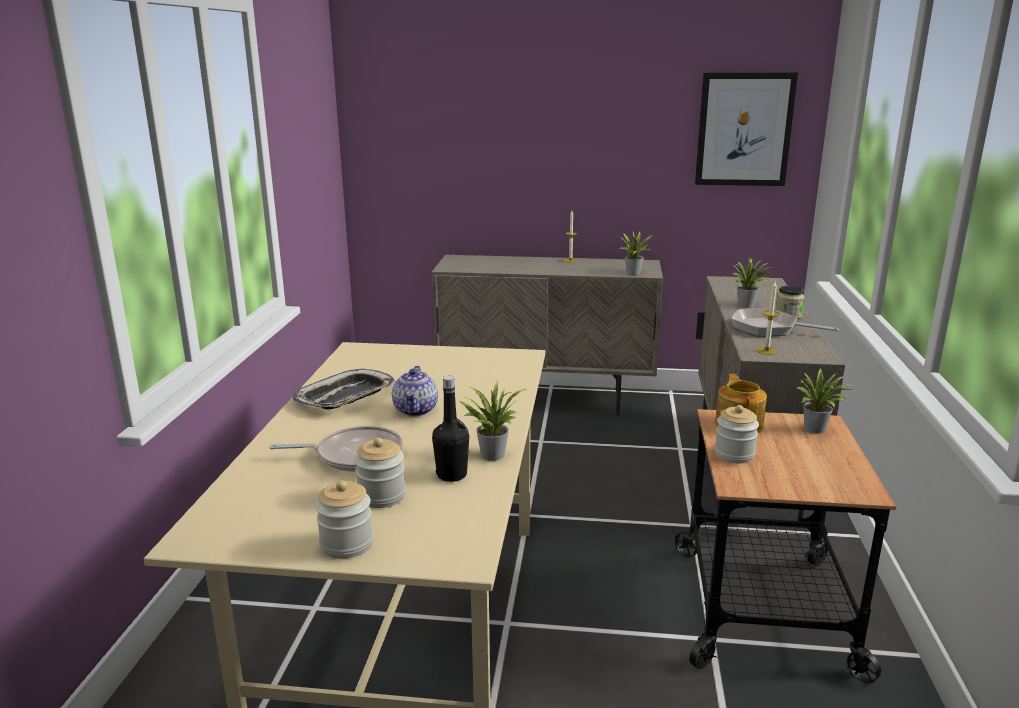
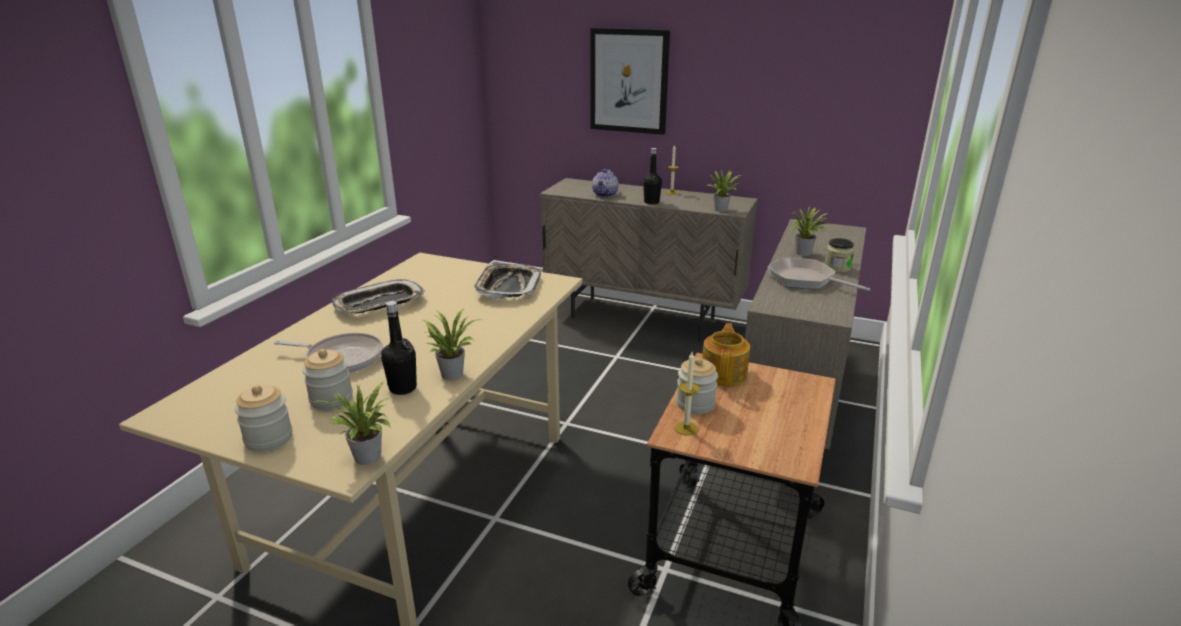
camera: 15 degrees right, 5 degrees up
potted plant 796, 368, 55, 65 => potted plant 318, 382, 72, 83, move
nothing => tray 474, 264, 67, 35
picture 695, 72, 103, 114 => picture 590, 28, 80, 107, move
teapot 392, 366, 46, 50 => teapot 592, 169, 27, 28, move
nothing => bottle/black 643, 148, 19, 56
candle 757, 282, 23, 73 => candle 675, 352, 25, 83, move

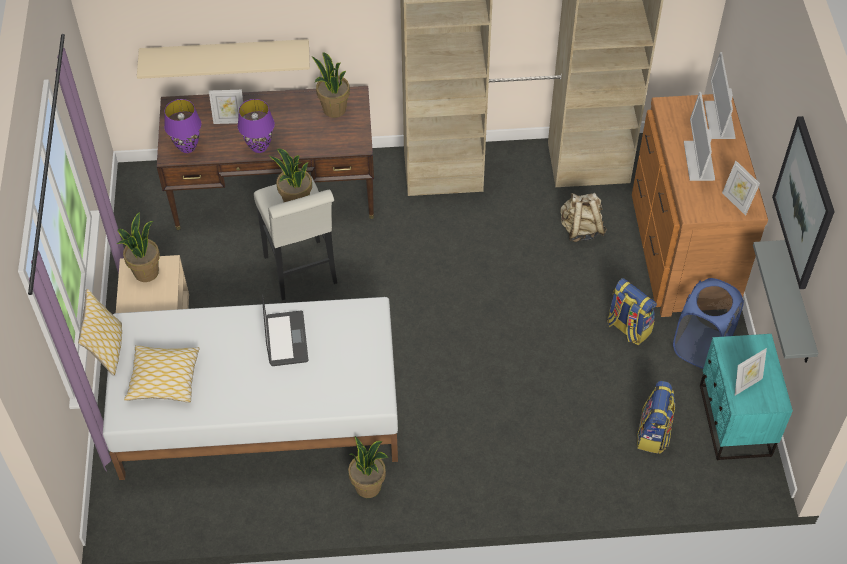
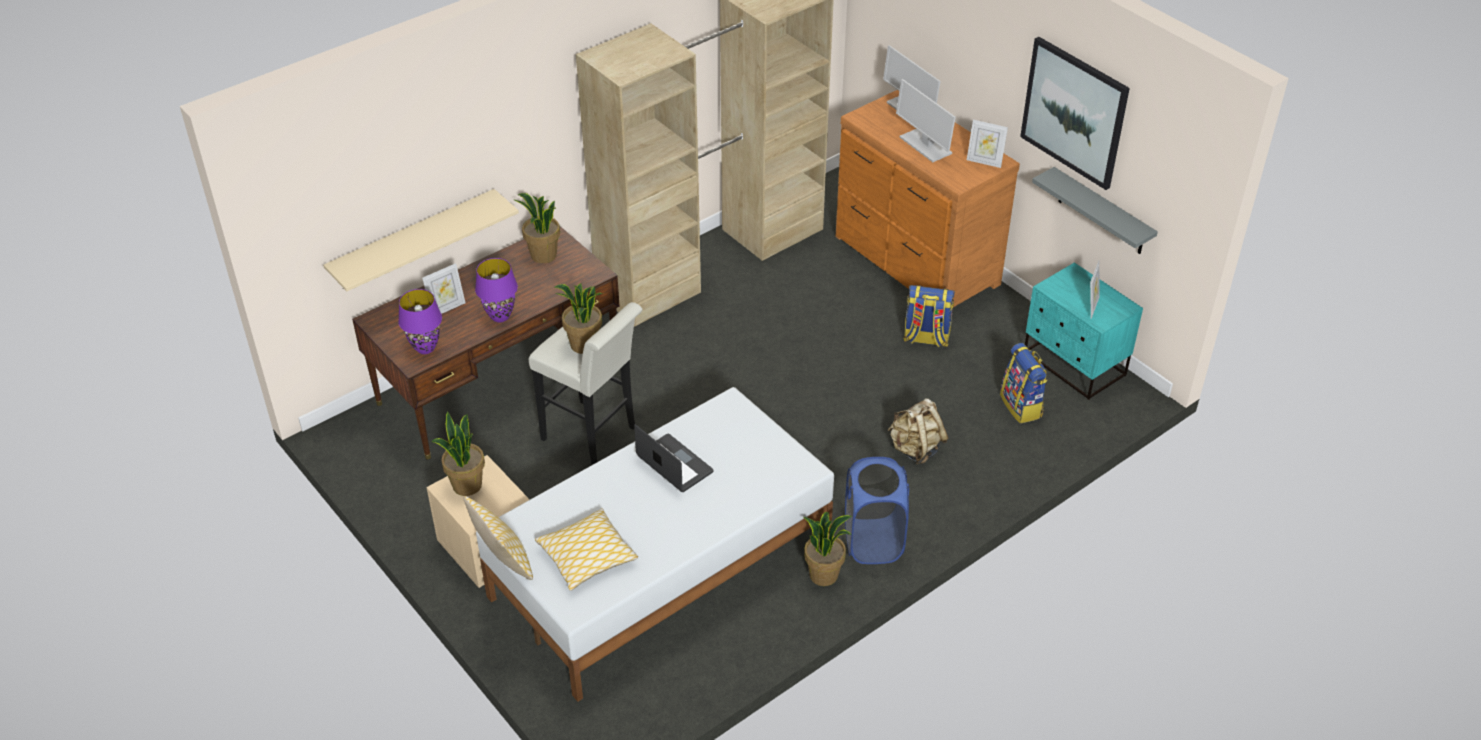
camera: 35 degrees left, 10 degrees down
laundry basket/blue 673, 278, 71, 91 => laundry basket/blue 845, 457, 64, 107, move
backpack/beige 560, 193, 47, 49 => backpack/beige 888, 398, 60, 67, move

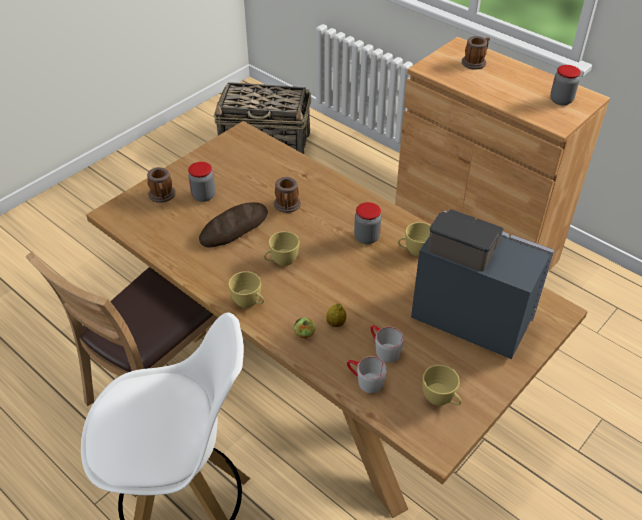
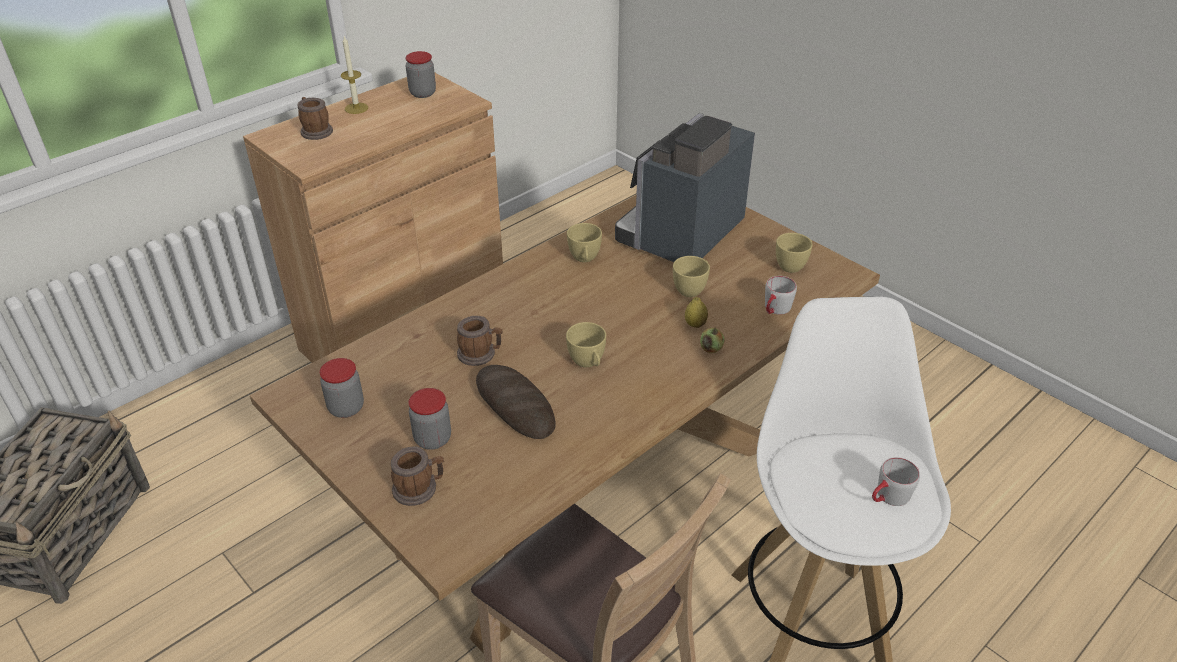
camera: 85 degrees left, 5 degrees down
jar 354, 202, 27, 42 => jar 320, 358, 44, 60, move
nothing => candle 341, 36, 27, 78
cup/yellow 228, 271, 36, 37 => cup/yellow 673, 256, 37, 41, move
mug/grey 370, 325, 34, 38 => mug/grey 872, 457, 48, 49, move

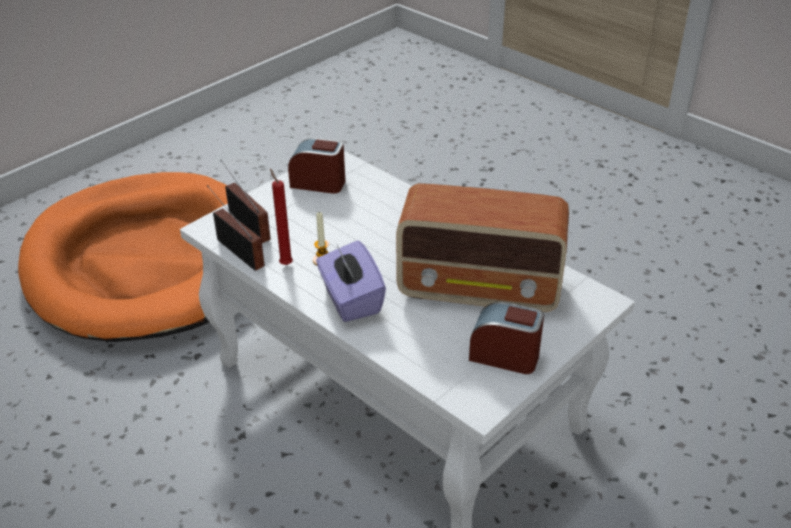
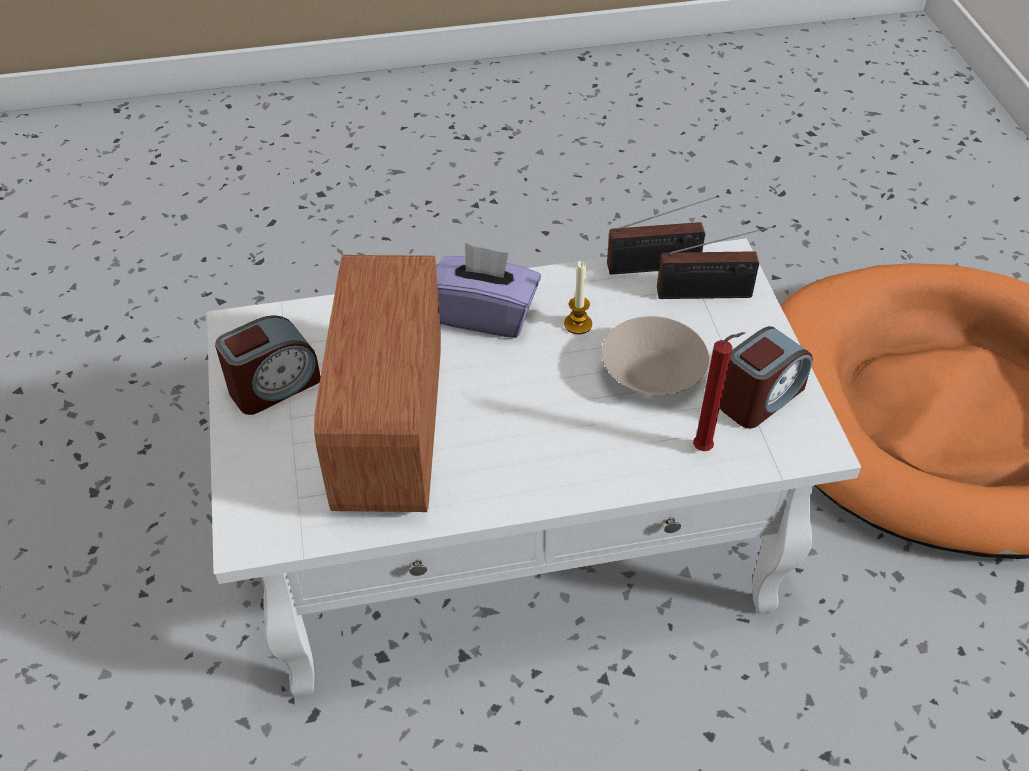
camera: 125 degrees right, 10 degrees up
radio 396, 183, 173, 129 => radio 314, 255, 127, 257, 45 degrees counterclockwise
nothing => bowl/beige 602, 316, 107, 79
candle/red 270, 169, 23, 96 => candle/red 693, 332, 52, 119, move

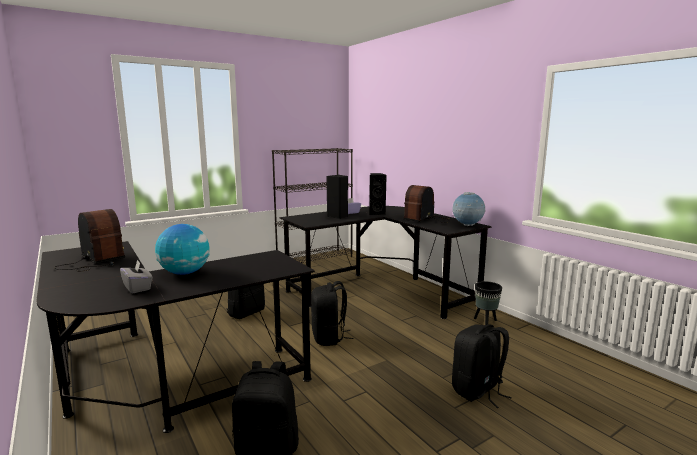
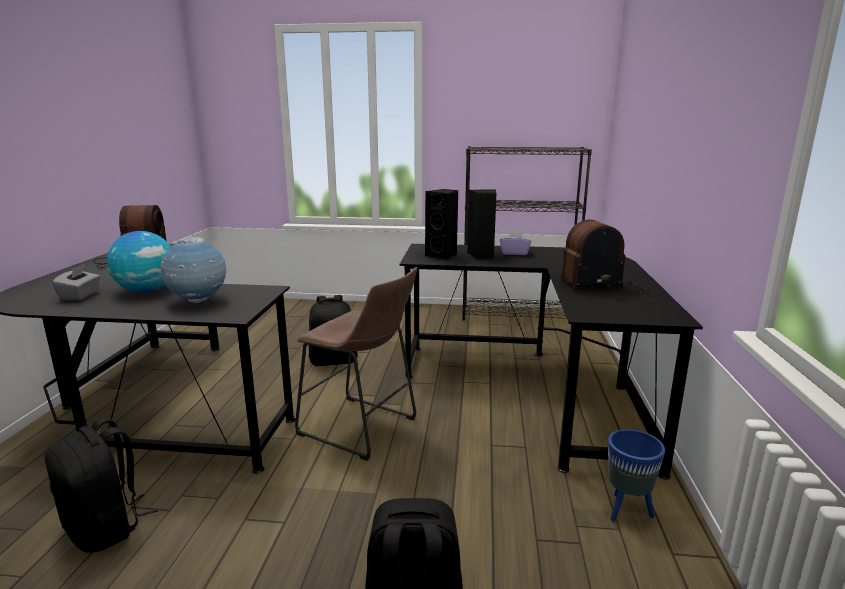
camera: 40 degrees right, 5 degrees up
globe 452, 192, 34, 34 => globe 161, 237, 65, 66, move
backpack/black 311, 281, 43, 65 => stool/brown 295, 267, 122, 194
speaker/black 369, 173, 18, 42 => speaker/black 425, 189, 33, 71, move
planter/black 474, 281, 28, 44 => planter/blue 608, 429, 57, 92

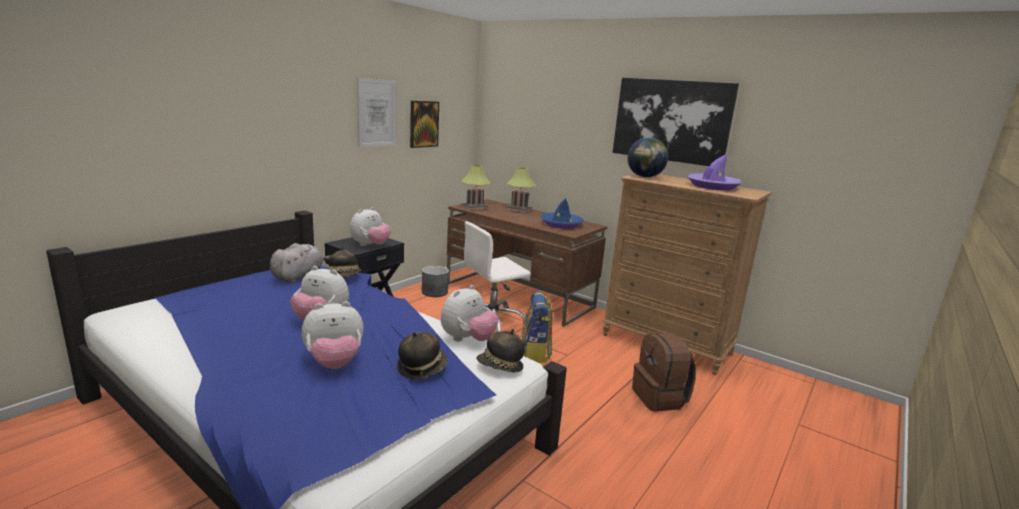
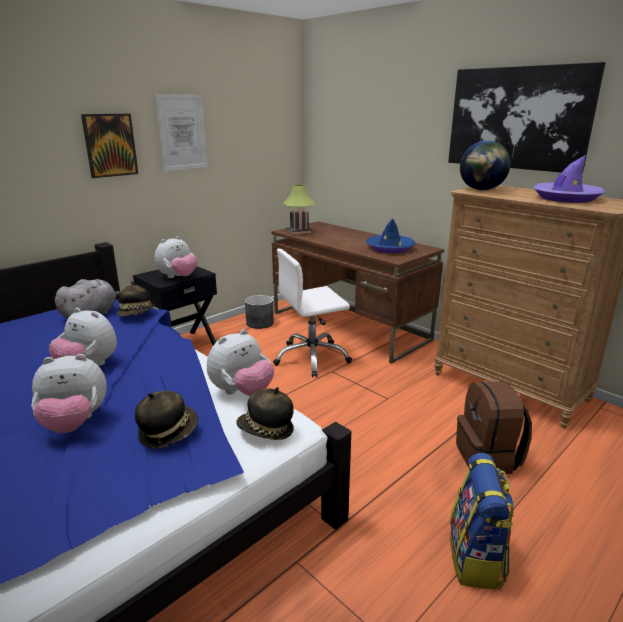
camera: 10 degrees right, 5 degrees up
picture 410, 101, 29, 47 => picture 81, 114, 57, 64, move
backpack 521, 291, 32, 72 => backpack 450, 453, 63, 137, move
table lamp 506, 167, 30, 46 => nothing

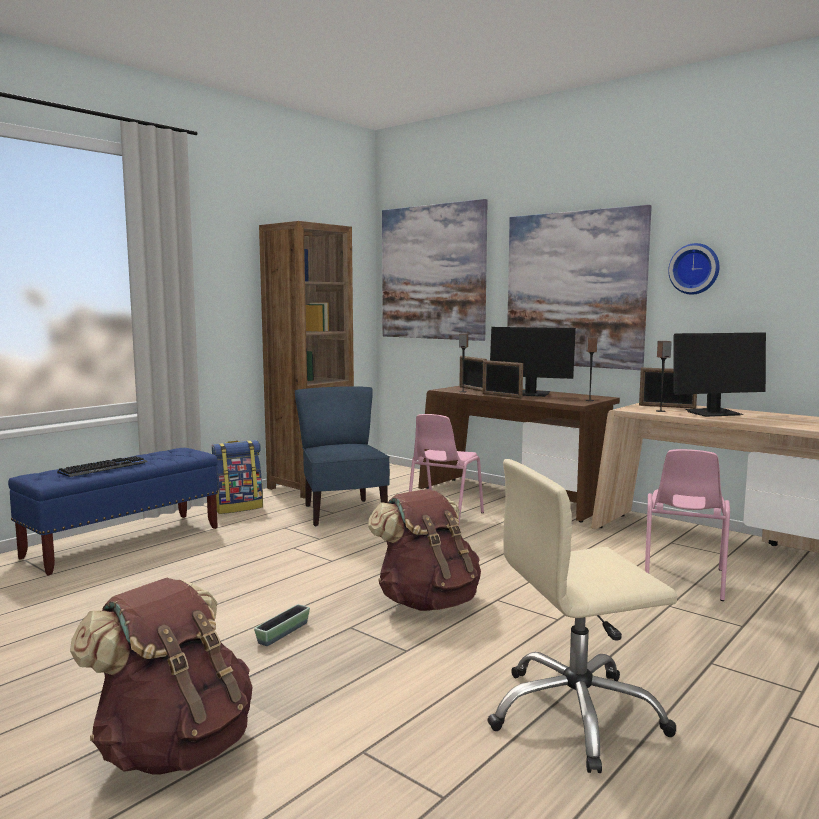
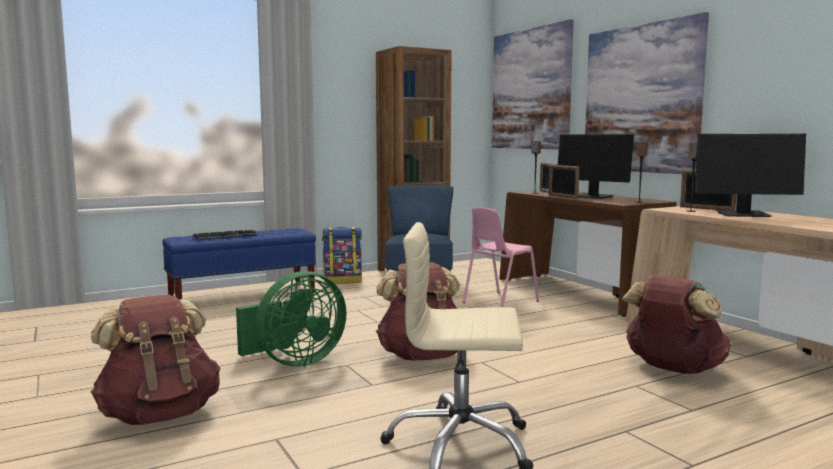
camera: 20 degrees right, 0 degrees up
planter 254, 604, 56, 42 => fan/green 236, 271, 111, 96
chair/pink 645, 449, 85, 152 => backpack/brown 622, 275, 109, 99
wall clock 668, 243, 52, 52 => nothing

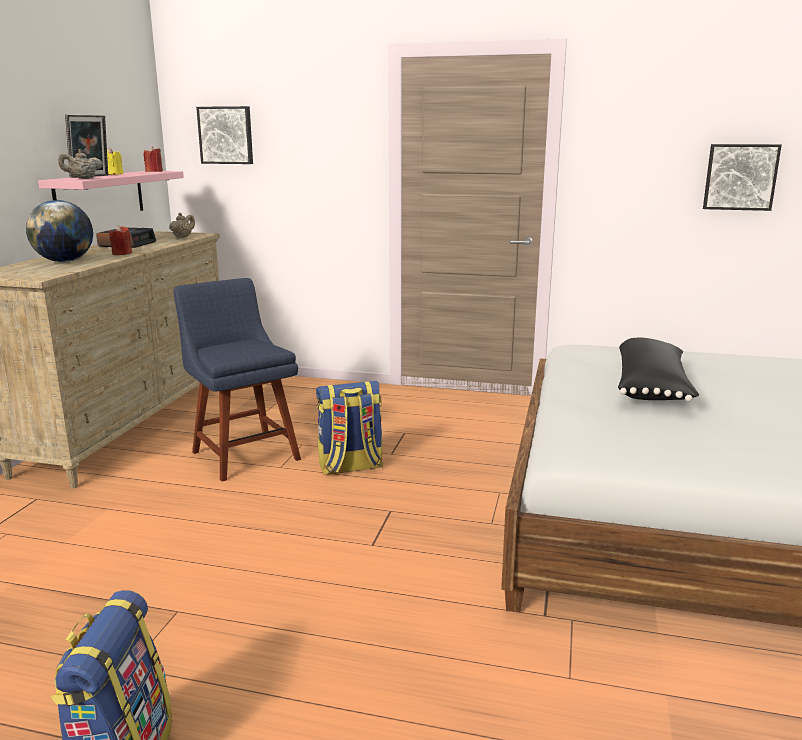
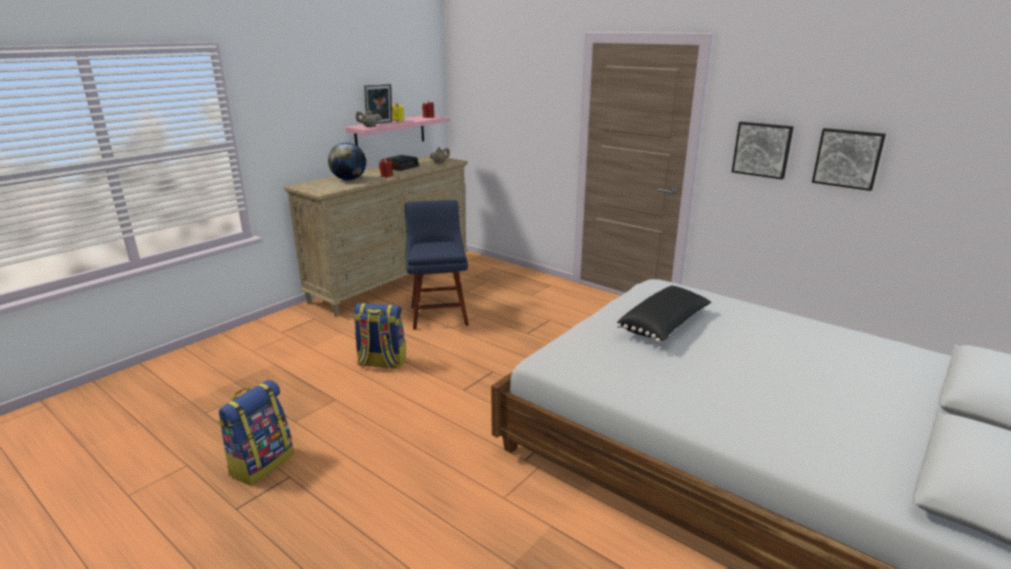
camera: 25 degrees right, 5 degrees up
backpack 316, 381, 67, 94 => backpack 353, 303, 53, 66, move
picture 196, 106, 57, 58 => picture 732, 122, 62, 57, move

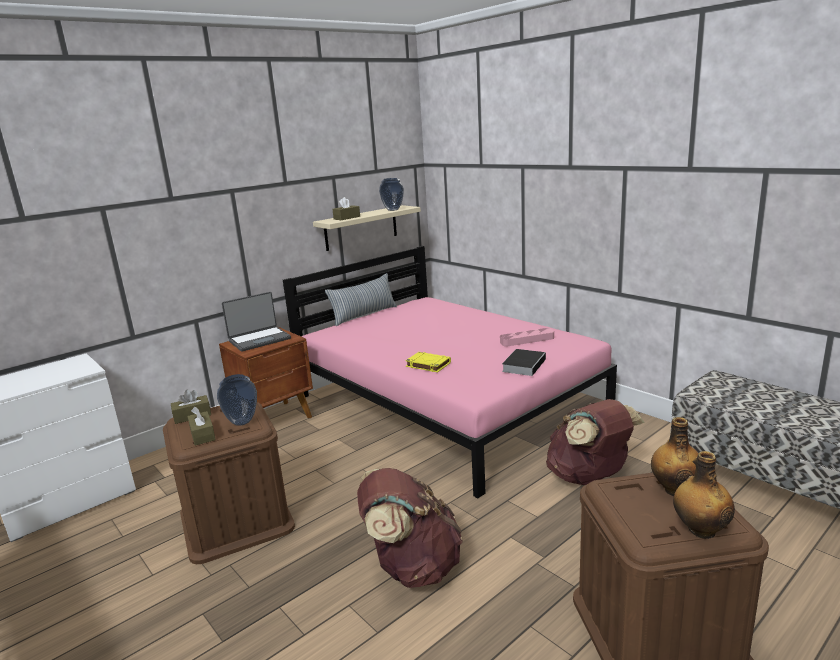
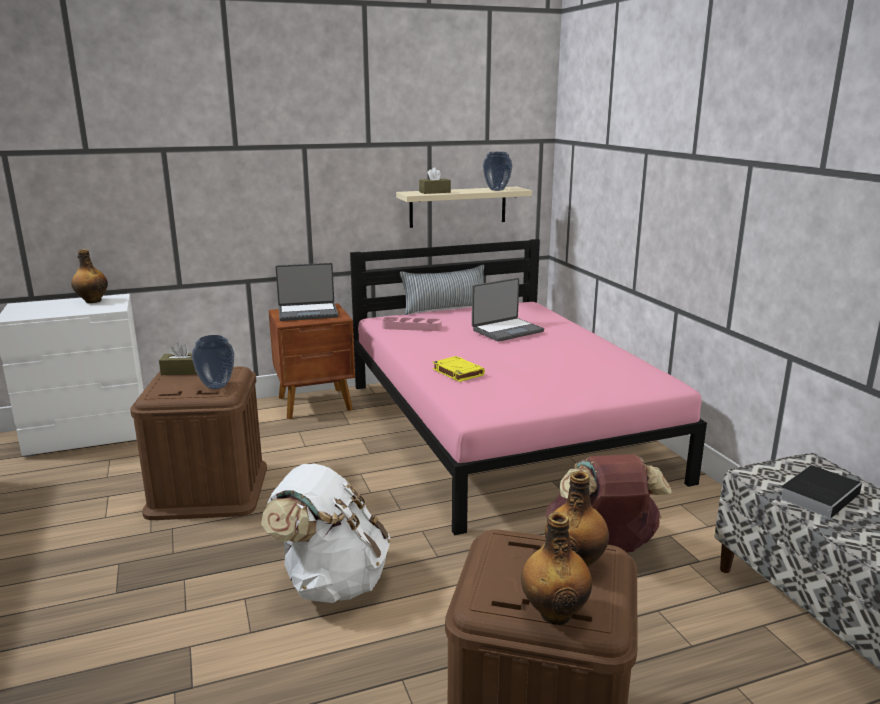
camera: 20 degrees right, 0 degrees up
nothing => bottle 71, 249, 37, 54
backpack/brown 357, 468, 106, 120 => backpack/white 261, 464, 129, 139
tray/pink 500, 328, 54, 19 => tray/pink 382, 317, 60, 14, move
nothing => laptop 472, 278, 72, 64
book 502, 349, 44, 27 => book 779, 465, 83, 54, move
tissue box/brown 187, 407, 29, 39 => nothing

